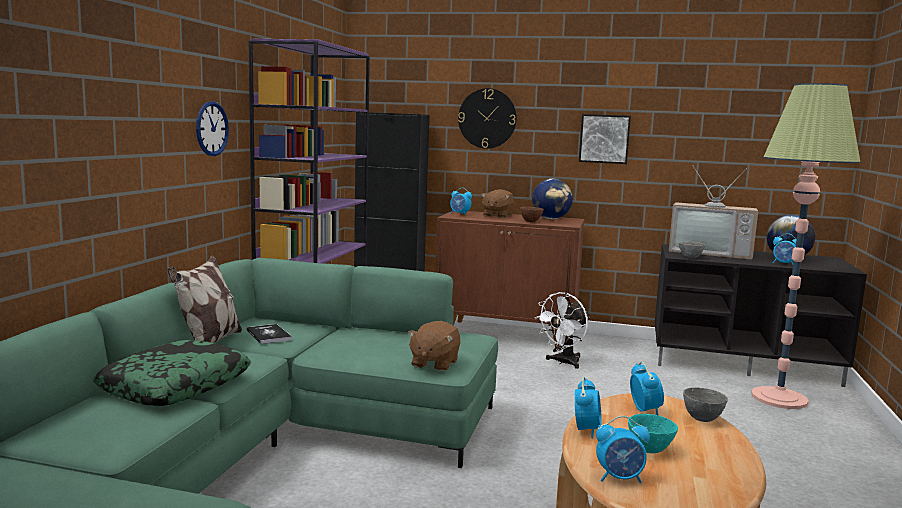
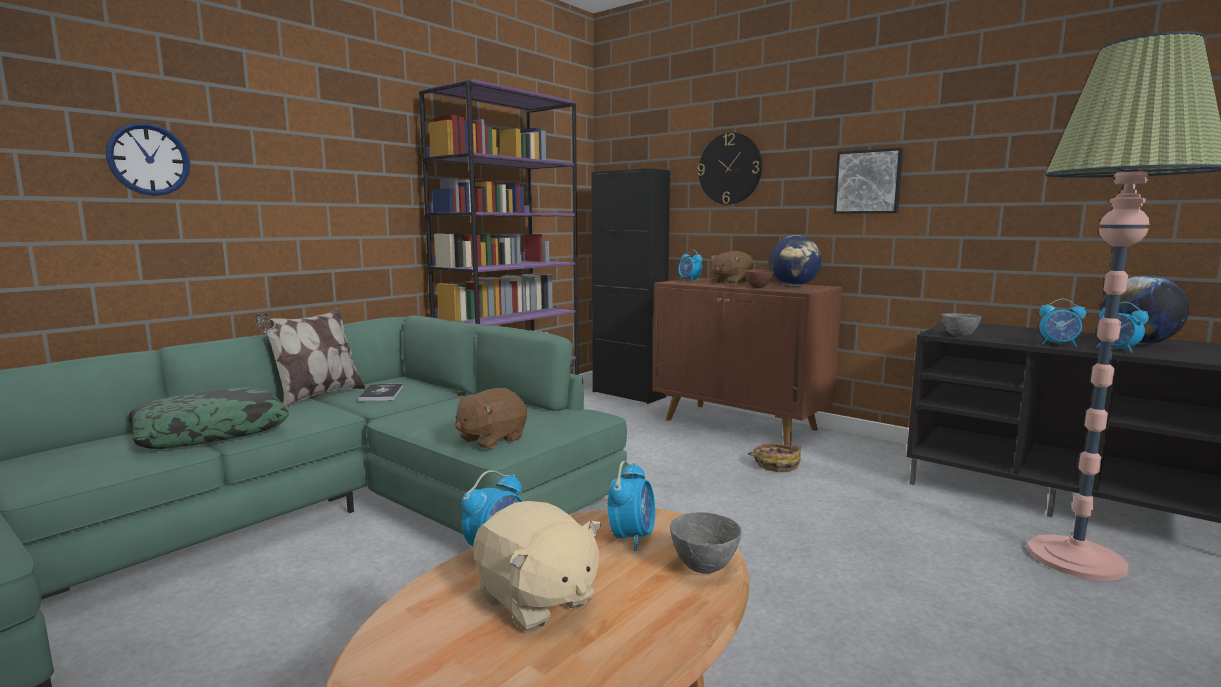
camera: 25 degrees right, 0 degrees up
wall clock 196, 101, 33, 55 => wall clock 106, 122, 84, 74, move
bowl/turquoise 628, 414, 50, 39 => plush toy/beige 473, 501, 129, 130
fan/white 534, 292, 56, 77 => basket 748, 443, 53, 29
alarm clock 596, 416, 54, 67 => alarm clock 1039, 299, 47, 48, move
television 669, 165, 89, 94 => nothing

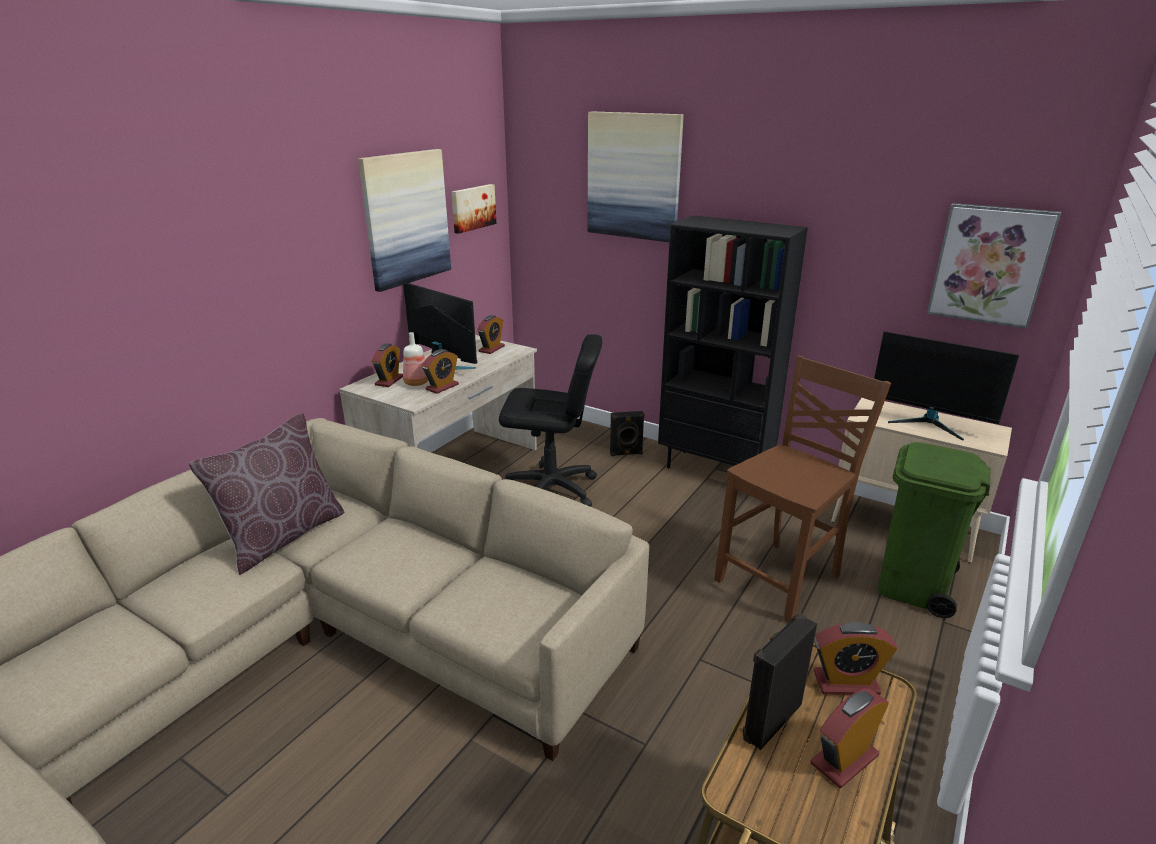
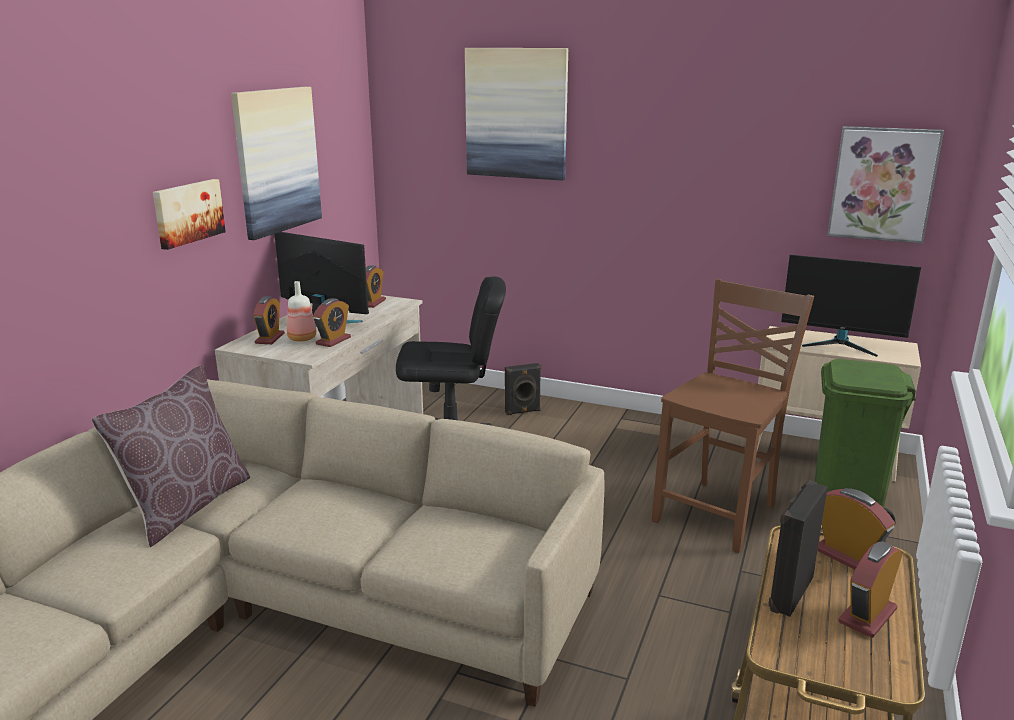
camera: 10 degrees left, 5 degrees down
picture 451, 184, 45, 50 => picture 153, 179, 73, 71, move
alarm clock 814, 622, 83, 73 => alarm clock 818, 488, 77, 81, 120 degrees counterclockwise
bookcase/black 658, 215, 150, 253 => nothing

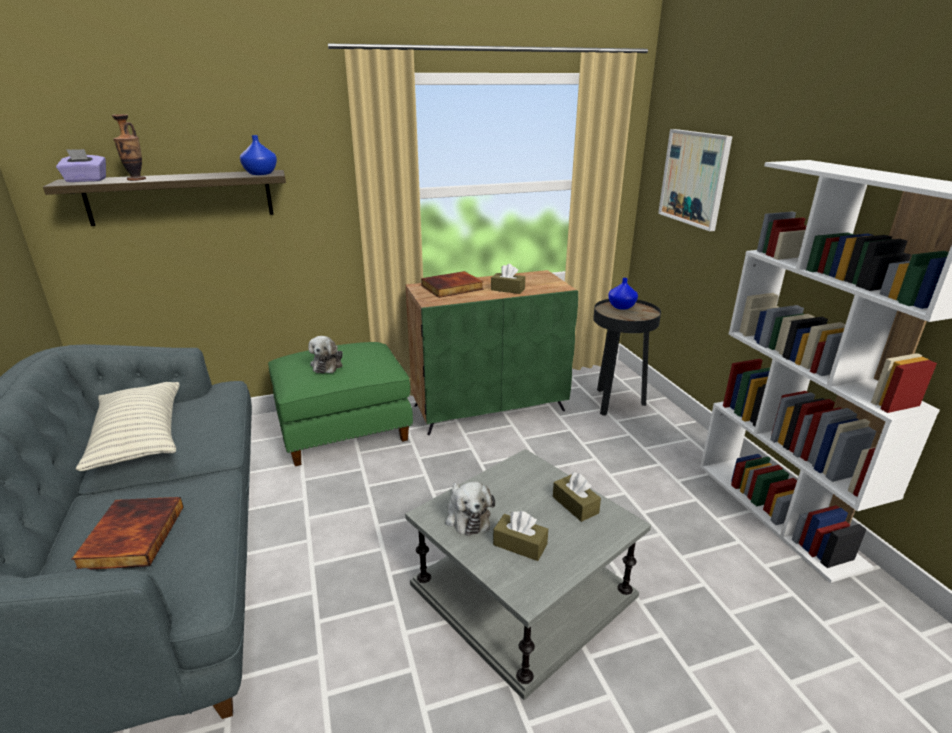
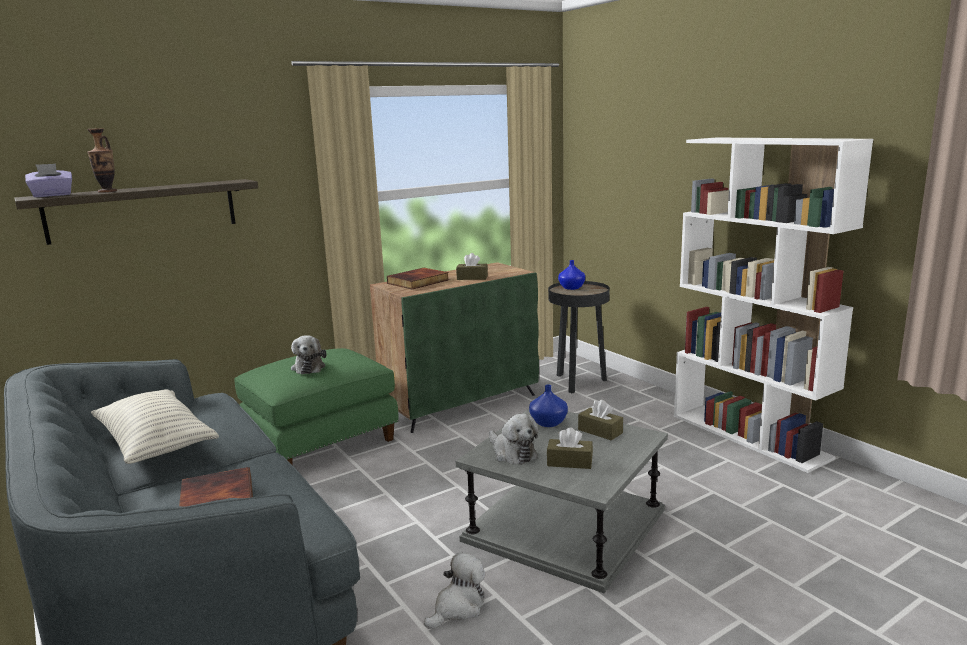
camera: 15 degrees left, 10 degrees down
nothing => plush toy 424, 552, 61, 77
vase/blue 240, 135, 37, 40 => vase/blue 529, 384, 39, 43, move
picture 658, 129, 75, 102 => nothing

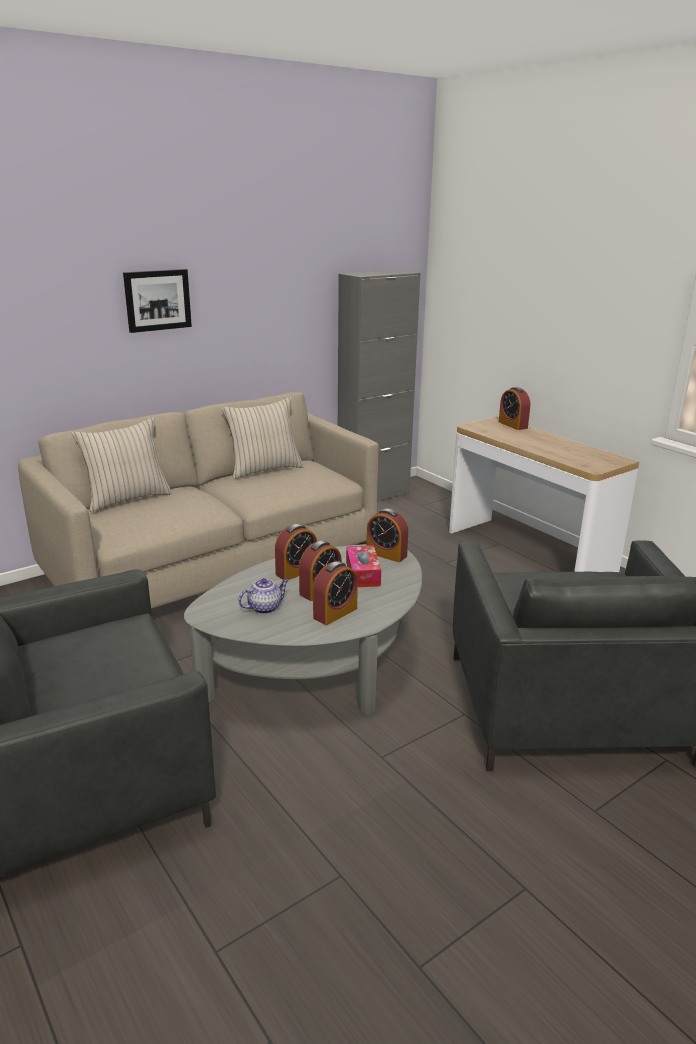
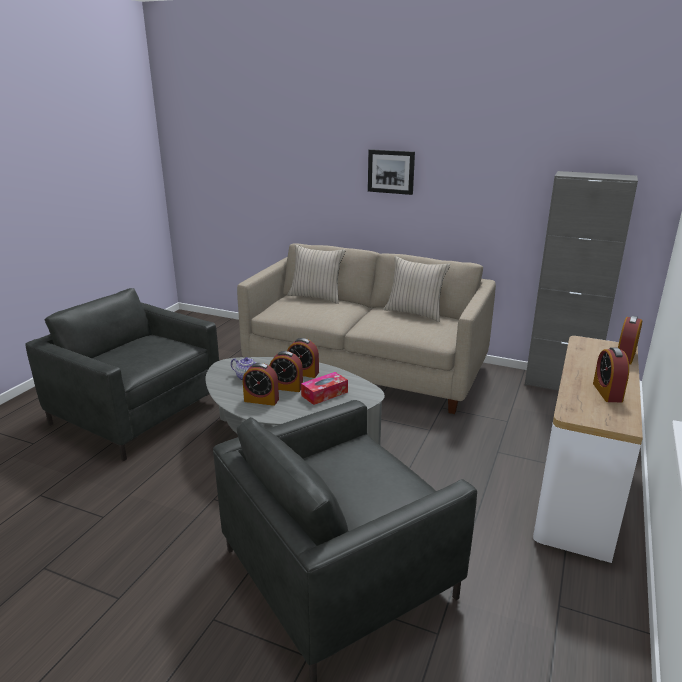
camera: 60 degrees right, 0 degrees up
alarm clock 367, 509, 41, 53 => alarm clock 593, 347, 36, 55, move

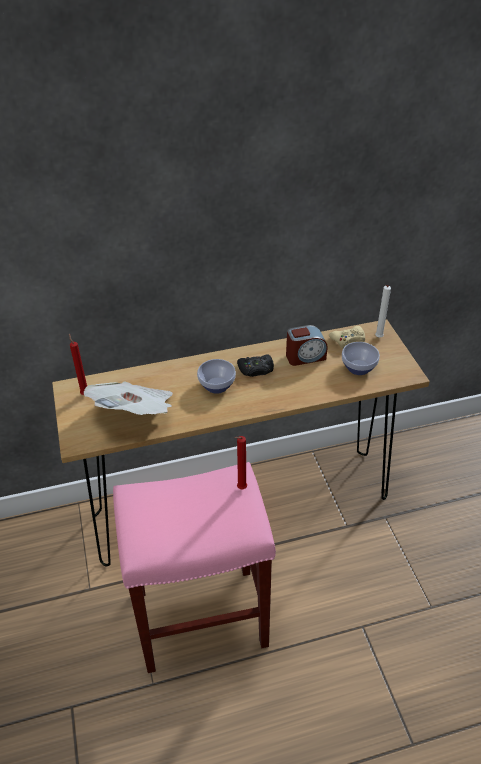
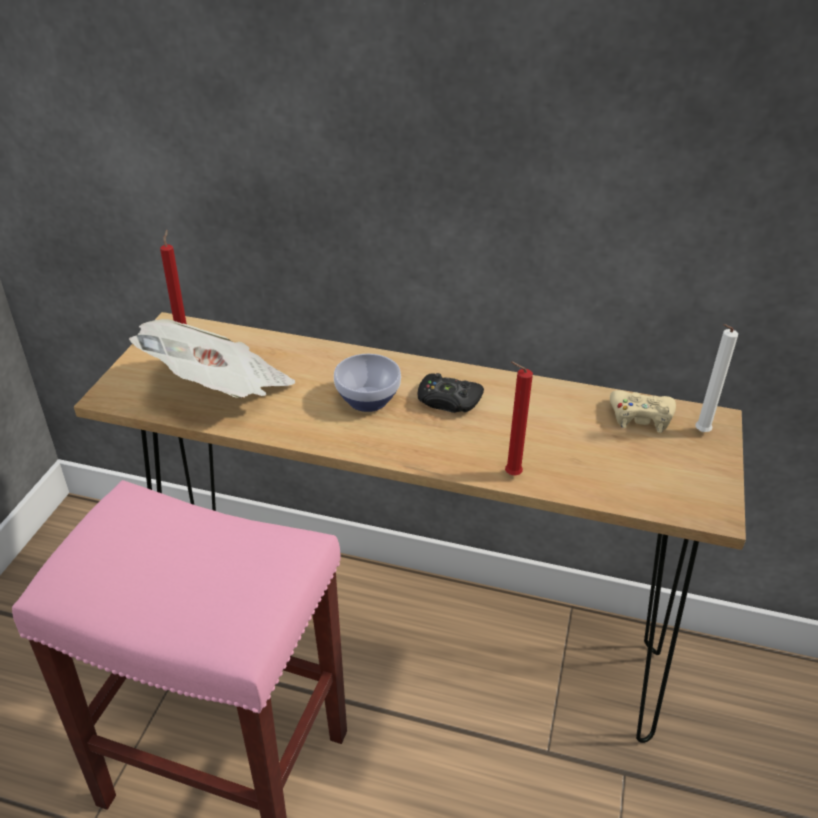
camera: 30 degrees right, 5 degrees down
candle/red 234, 436, 13, 53 => candle/red 505, 362, 28, 114, move
alarm clock 286, 325, 42, 41 => nothing
bowl 342, 342, 38, 33 => nothing

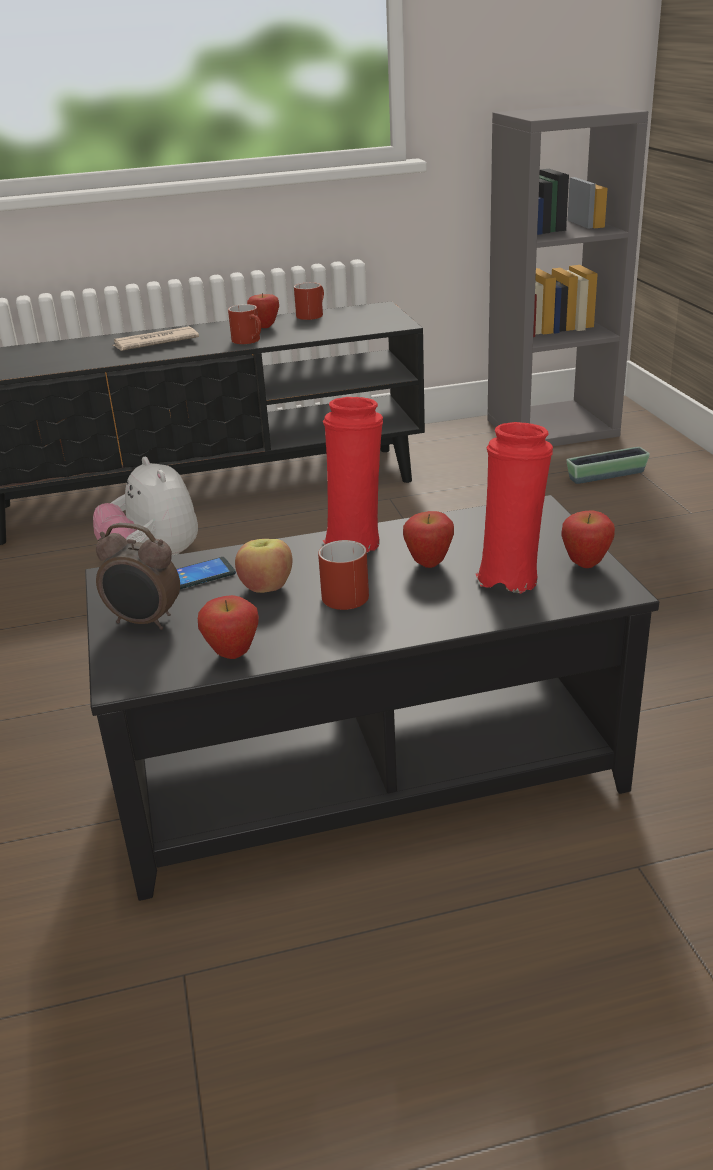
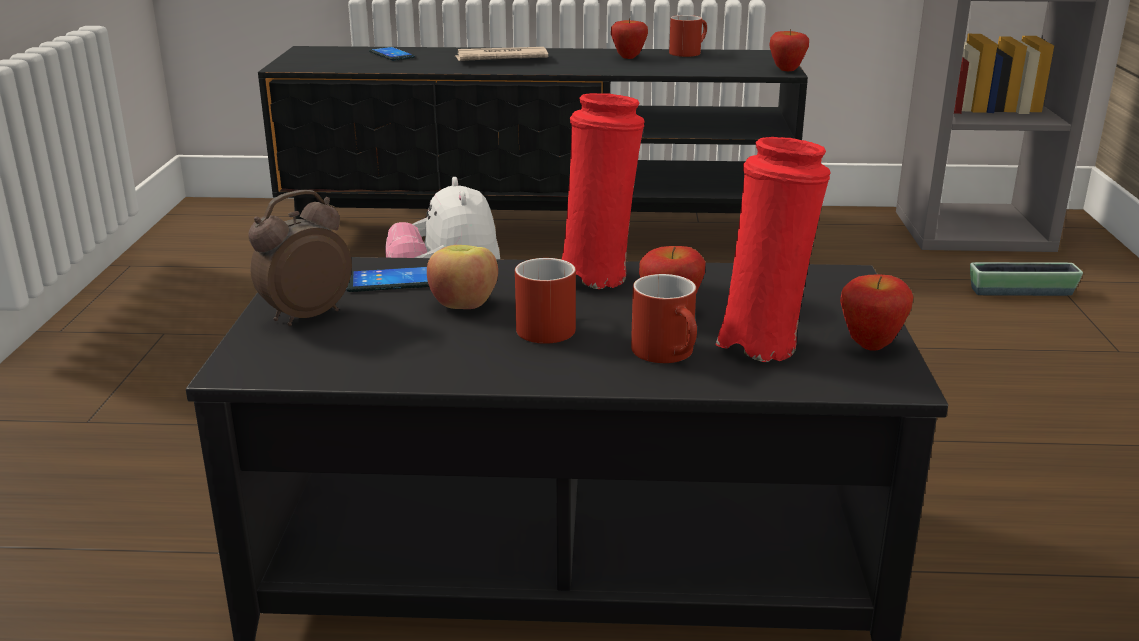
camera: 15 degrees right, 5 degrees down
alarm clock 96, 523, 84, 107 => alarm clock 249, 190, 103, 136, 105 degrees clockwise
nothing => phone 369, 47, 46, 14
mug/red 228, 304, 33, 40 => mug/red 631, 274, 66, 89, move
apple 198, 595, 61, 64 => apple 769, 29, 40, 42, move

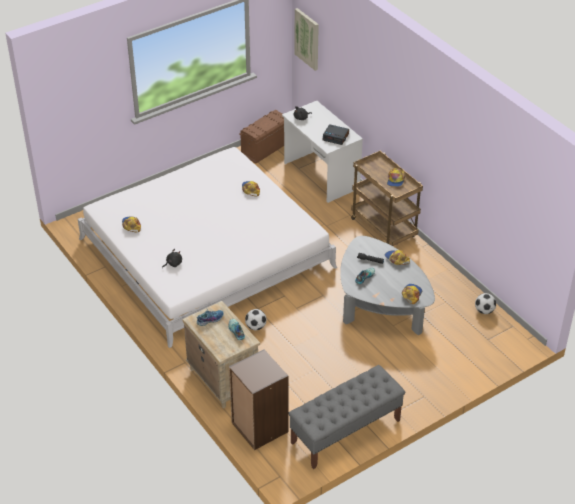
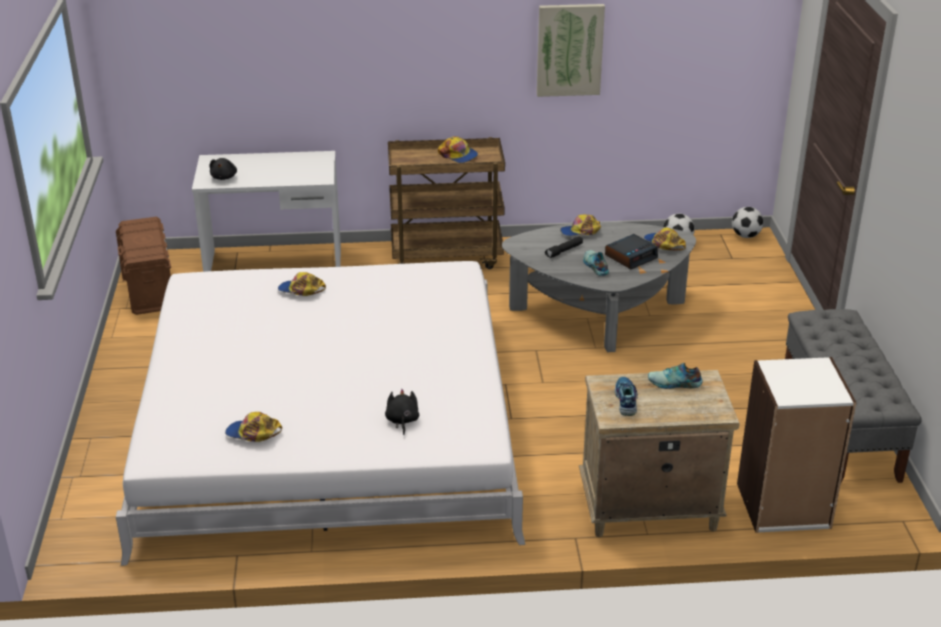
camera: 60 degrees left, 10 degrees down
picture 294, 8, 25, 63 => picture 537, 4, 68, 93, move
alarm clock 323, 124, 26, 21 => alarm clock 605, 234, 53, 35, move
football 245, 309, 22, 21 => football 732, 207, 32, 31, move
bookcase/brown 229, 349, 60, 101 => bookcase/white 737, 357, 120, 176

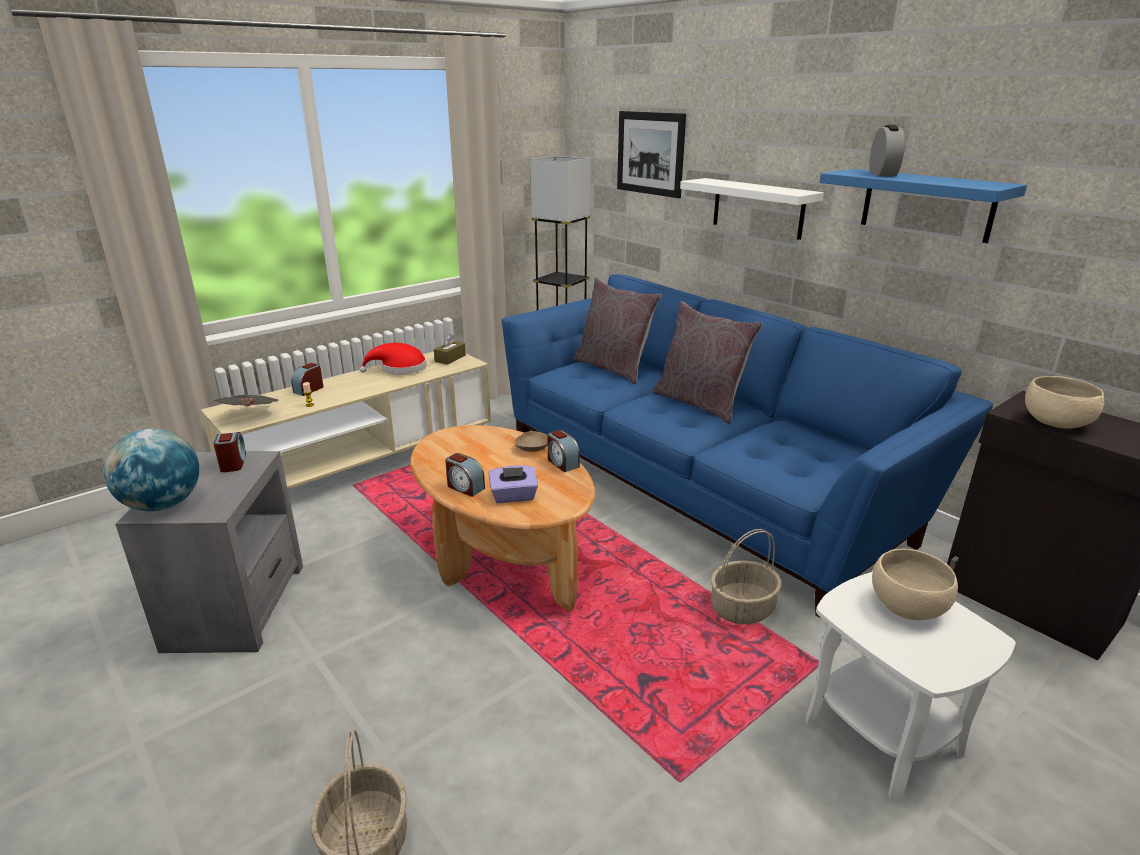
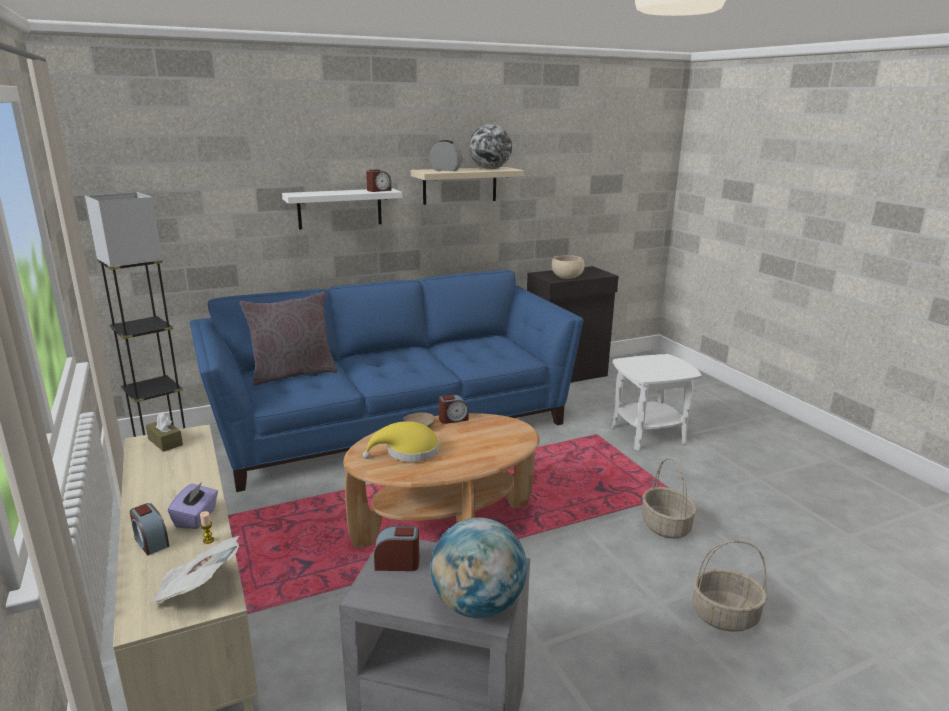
camera: 75 degrees left, 5 degrees down
tissue box/purple 488, 465, 50, 38 => tissue box/purple 168, 482, 50, 47, move
nothing => hat/yellow 363, 421, 76, 41
alarm clock 445, 453, 40, 44 => alarm clock 366, 169, 25, 23, move
shelf/blue 819, 169, 208, 74 => shelf/beige 411, 167, 114, 38
nothing => globe 469, 124, 43, 45
basket 711, 529, 71, 95 => basket 642, 458, 55, 81, move
hat/red 360, 343, 67, 32 => nothing
picture 617, 111, 69, 87 => nothing
pillow/grey 653, 301, 110, 123 => nothing
bowl/beige 872, 549, 86, 71 => nothing

